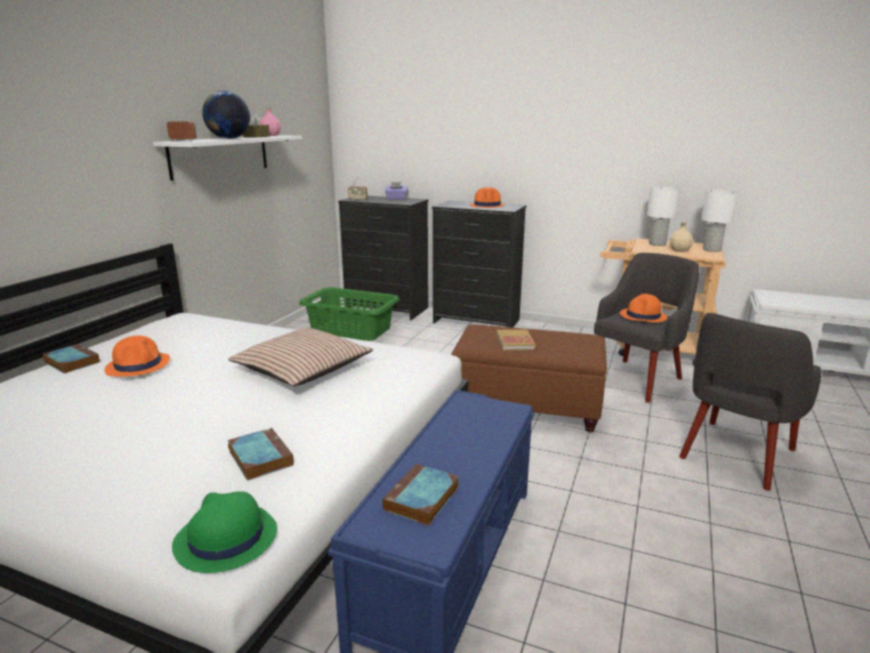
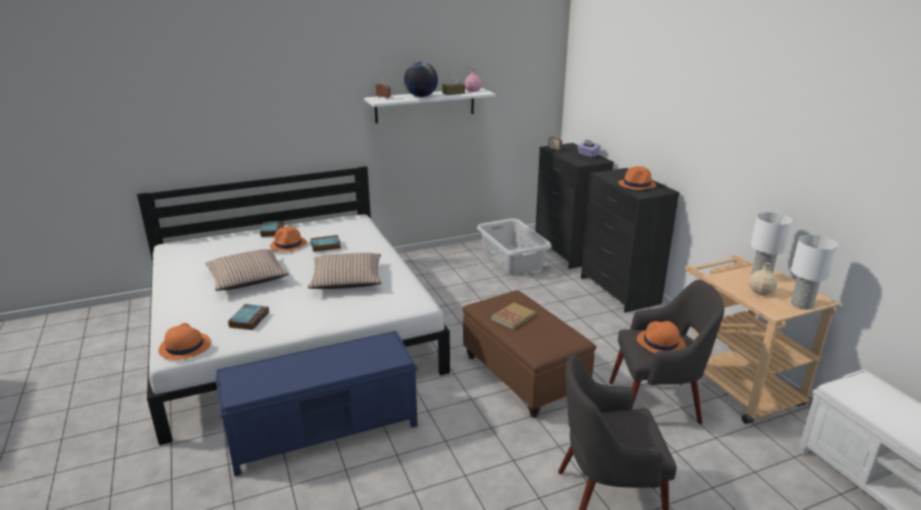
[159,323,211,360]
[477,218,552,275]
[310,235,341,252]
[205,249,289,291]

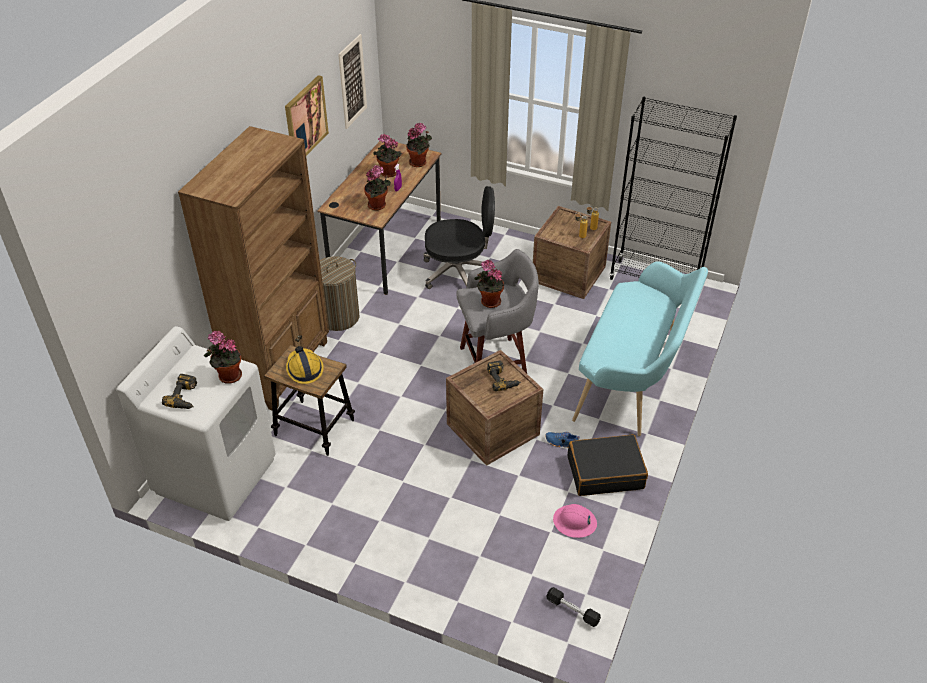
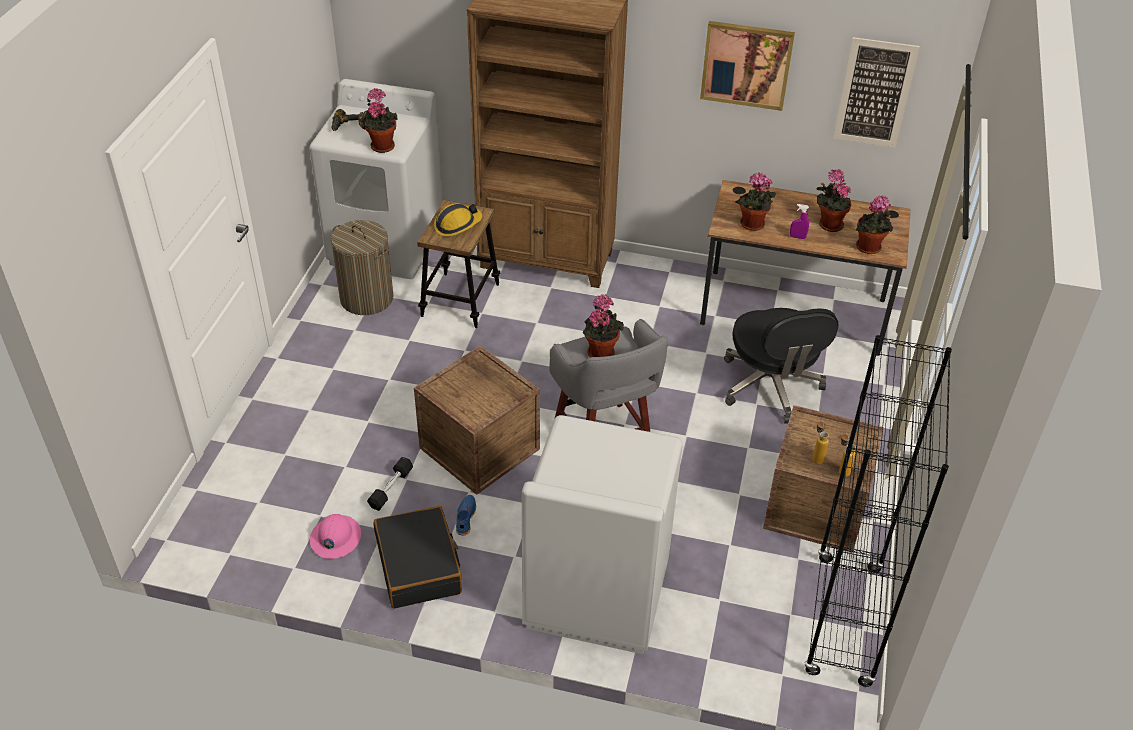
[331,220,393,315]
[487,361,521,391] (first image)
[367,457,413,511]
[522,415,683,654]

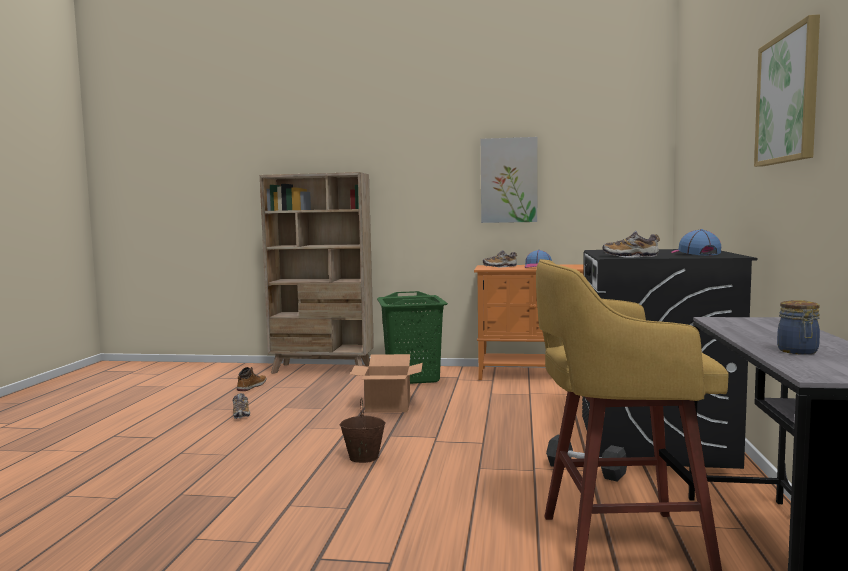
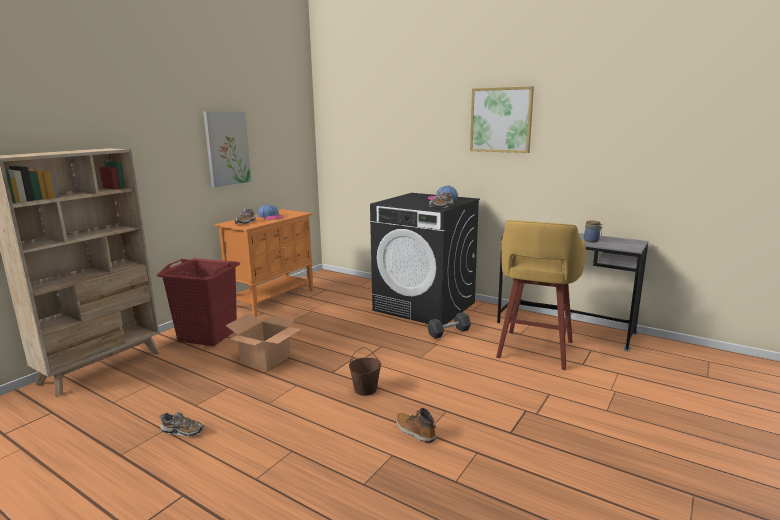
[396,408,436,443]
[156,258,240,346]

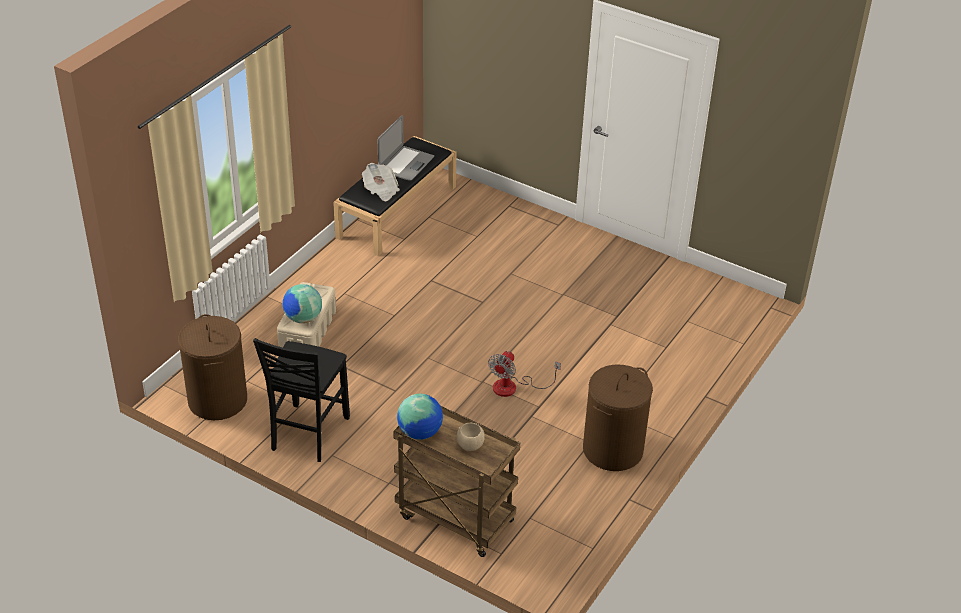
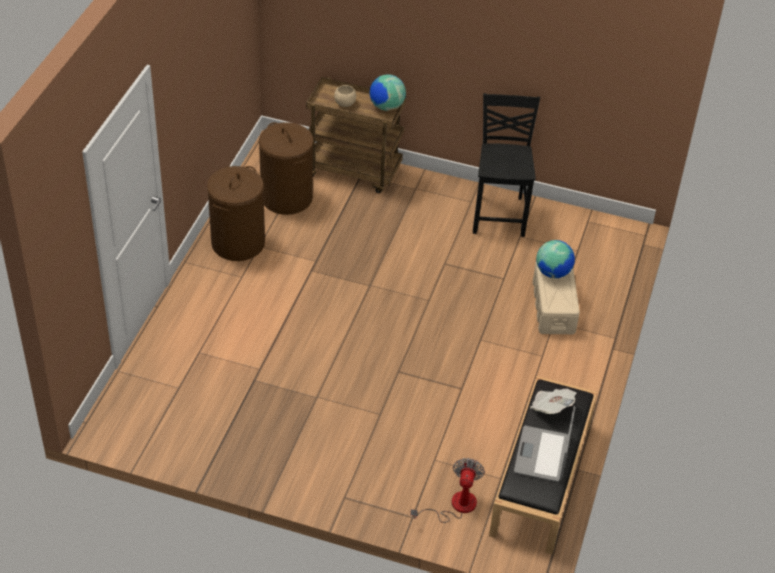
[259,122,313,215]
[410,458,485,523]

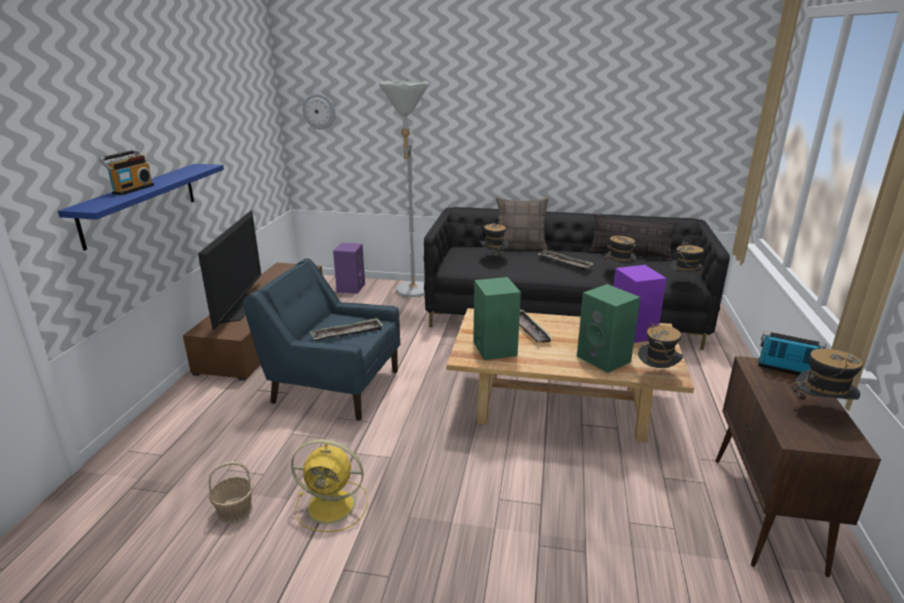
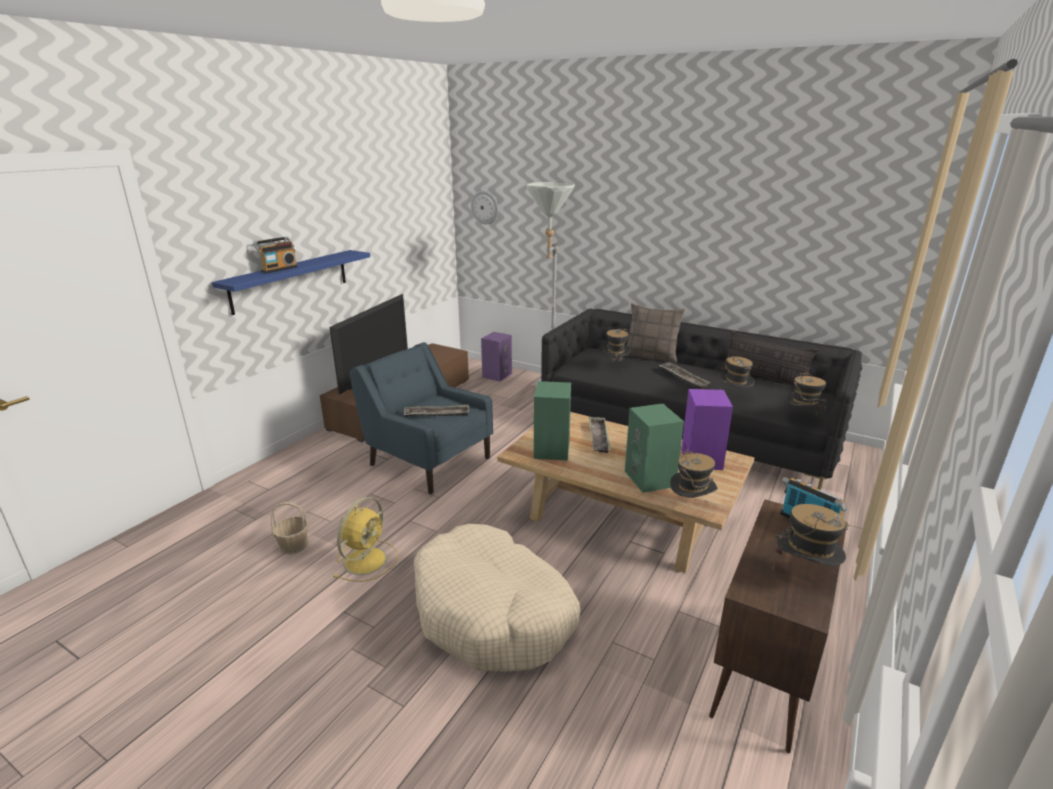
[334,497,398,582]
[414,524,581,672]

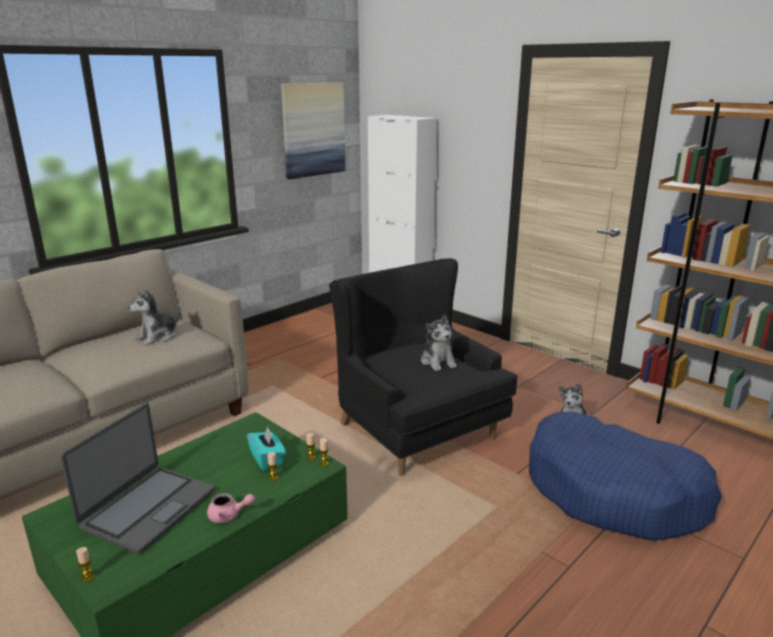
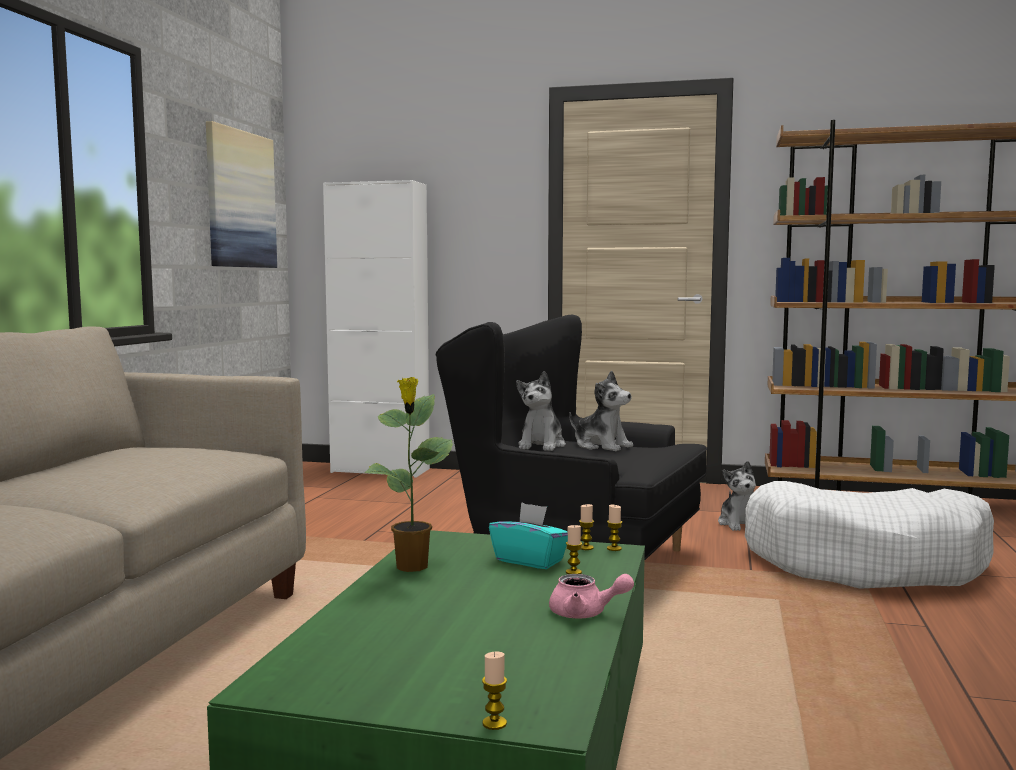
[61,403,215,554] (first image)
[516,371,566,451]
[549,574,634,619]
[745,481,994,589]
[364,377,453,572]

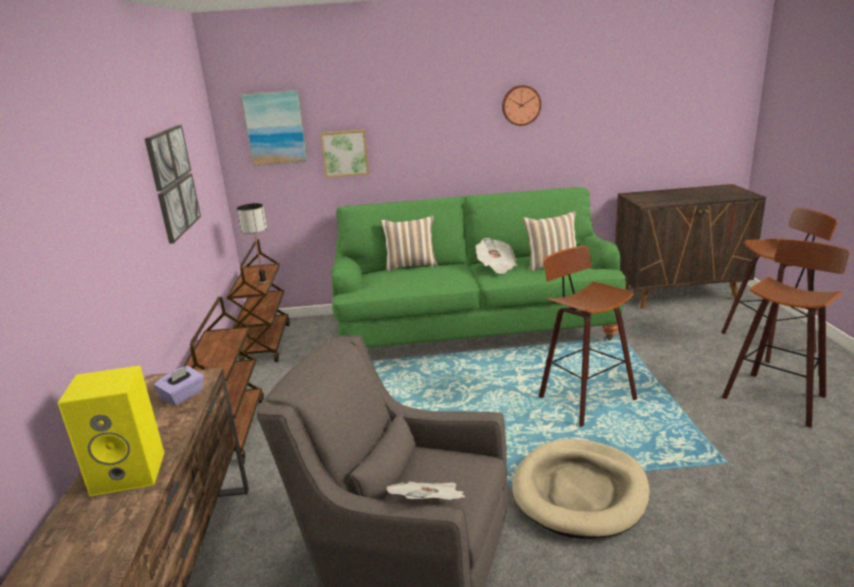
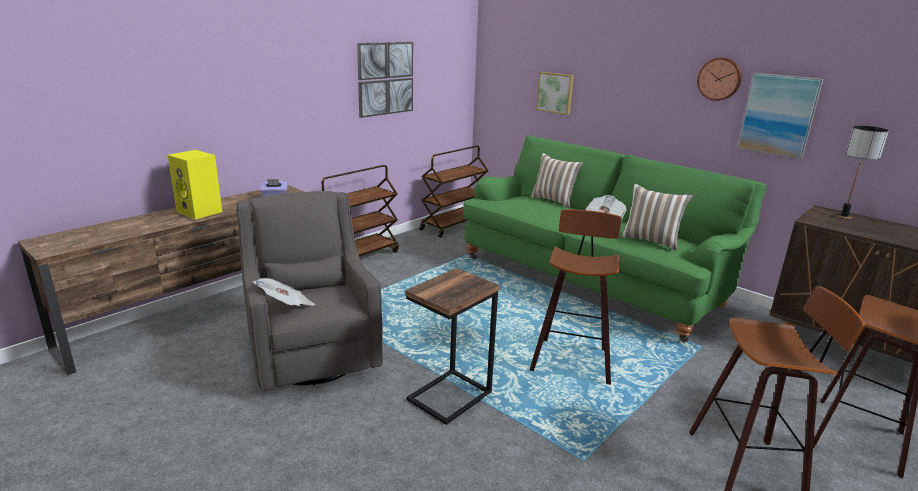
[837,126,889,219]
[737,73,824,159]
[405,268,500,425]

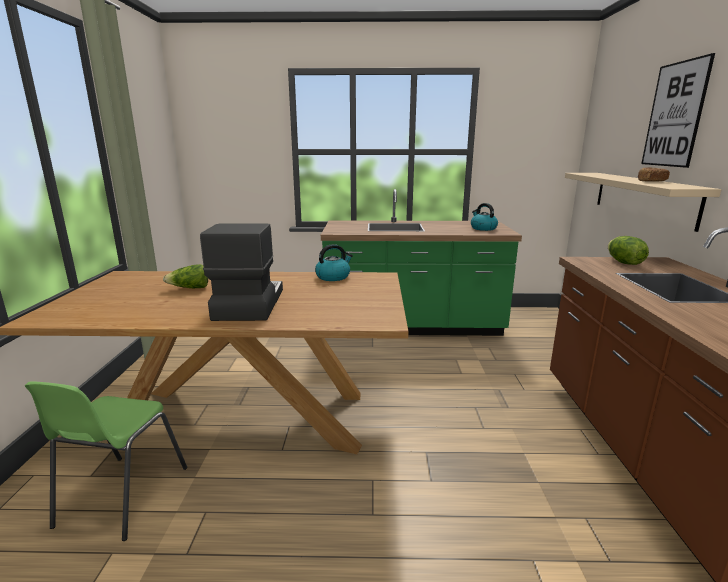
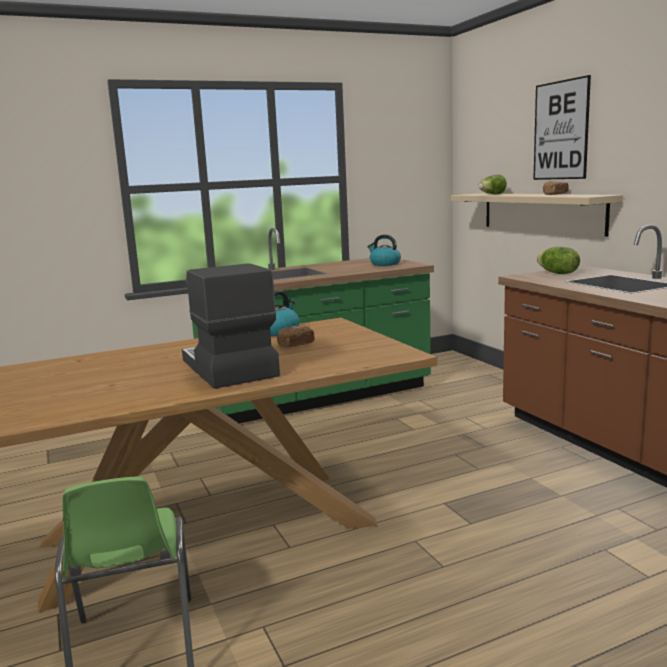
[478,175,507,194]
[277,326,315,347]

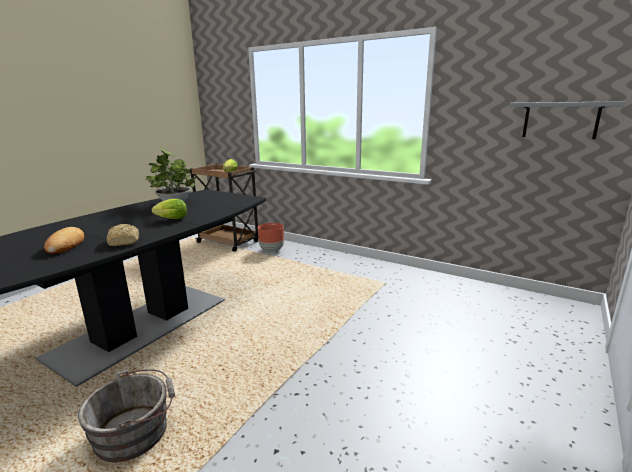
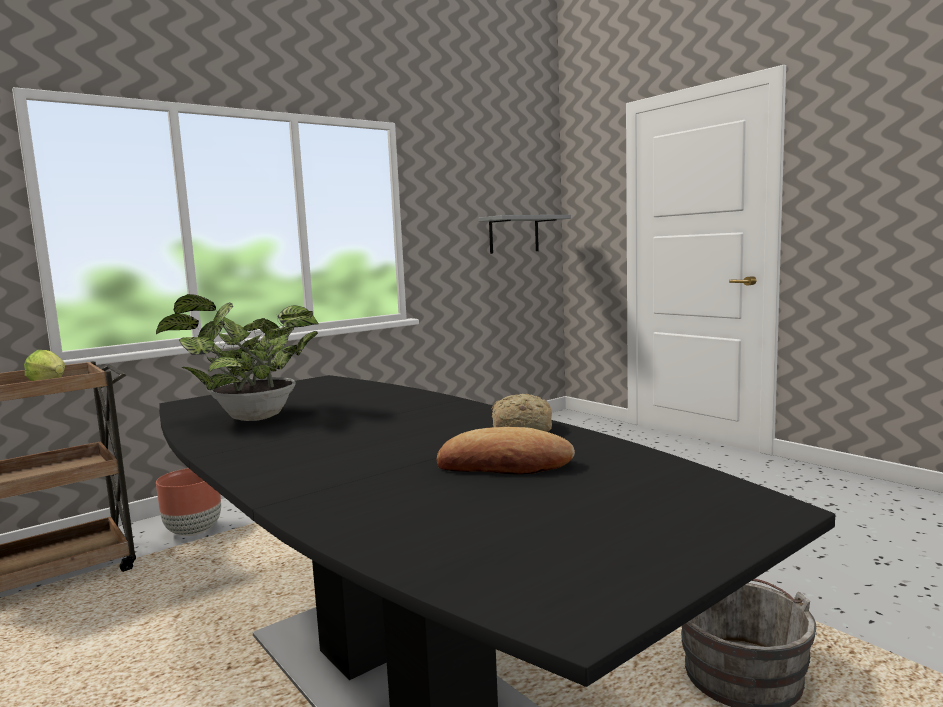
[152,199,187,219] (first image)

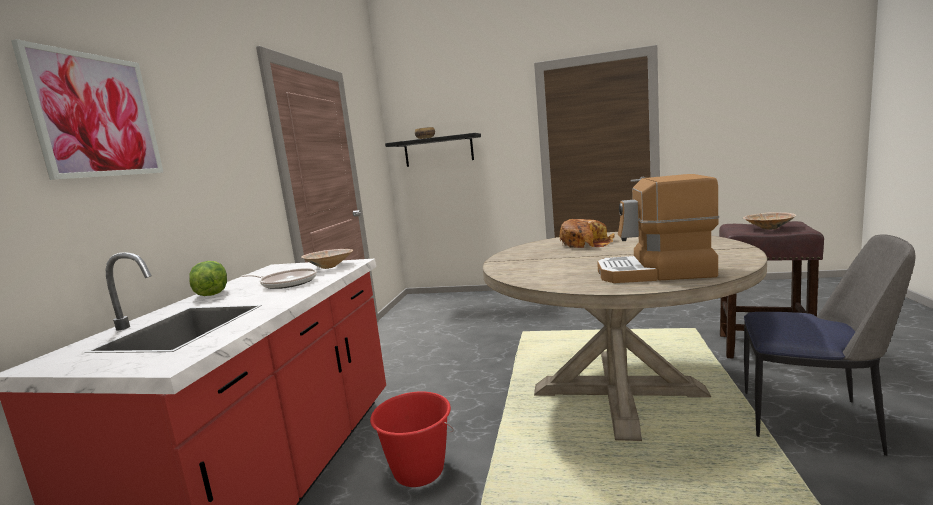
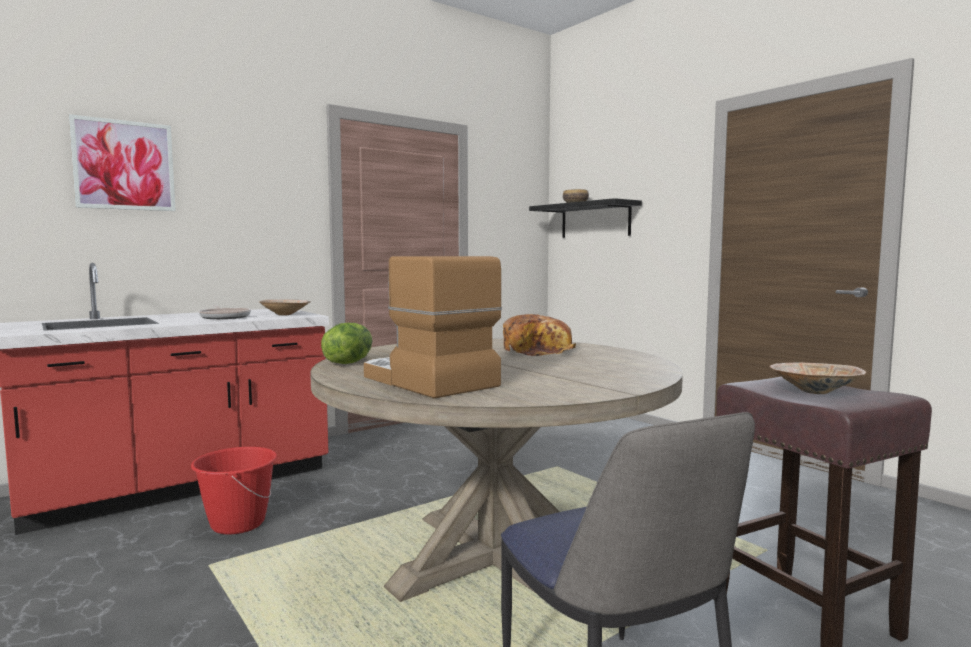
[321,323,372,364]

